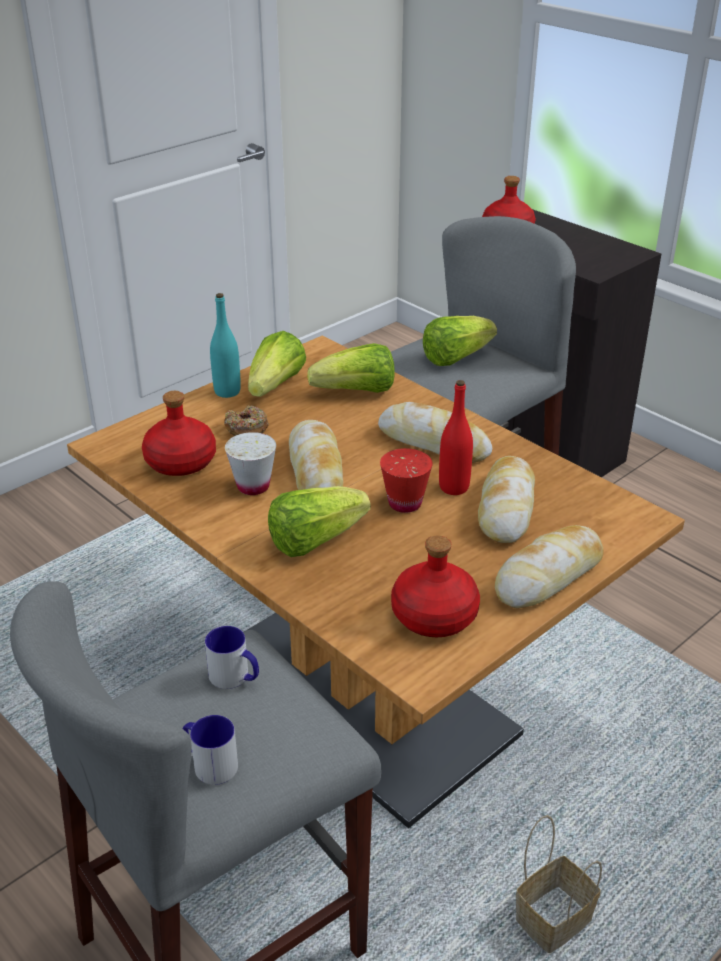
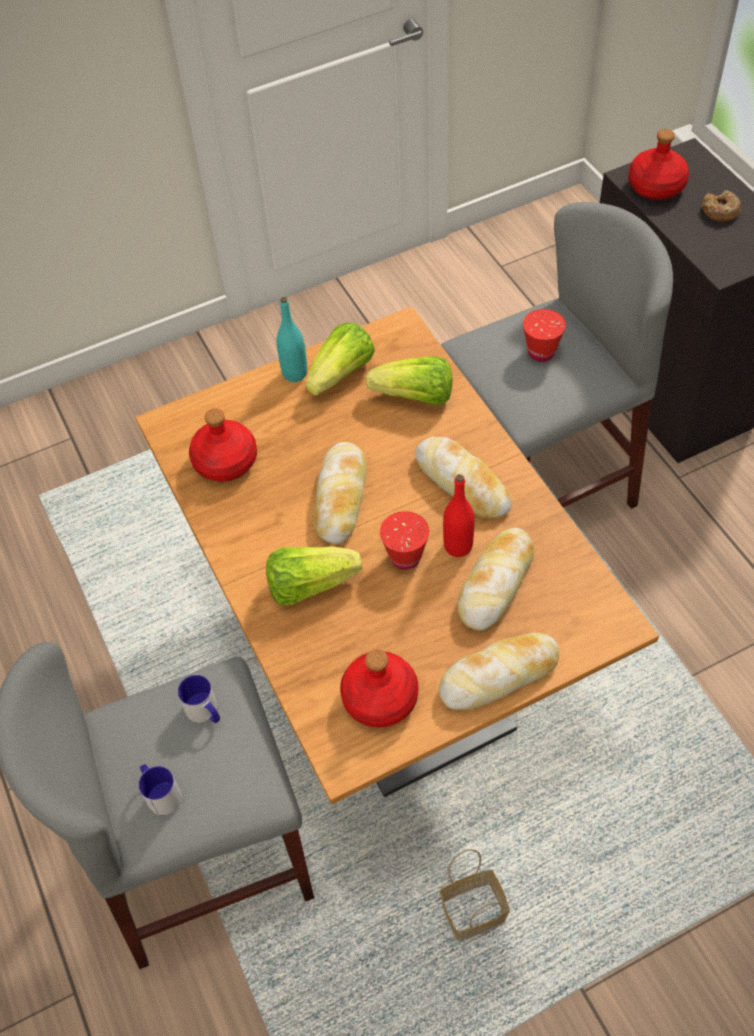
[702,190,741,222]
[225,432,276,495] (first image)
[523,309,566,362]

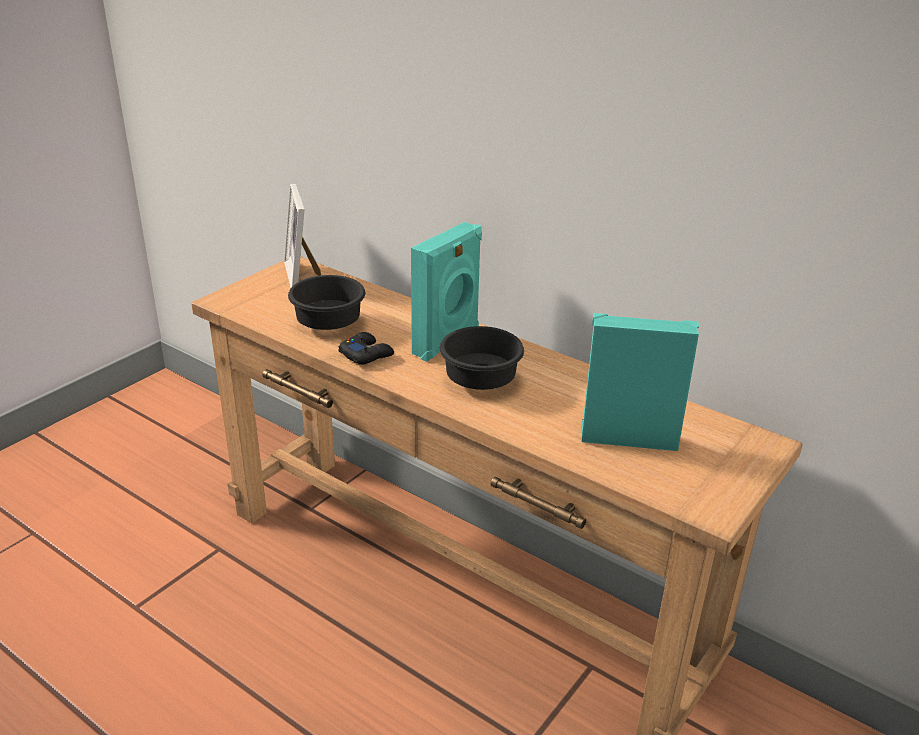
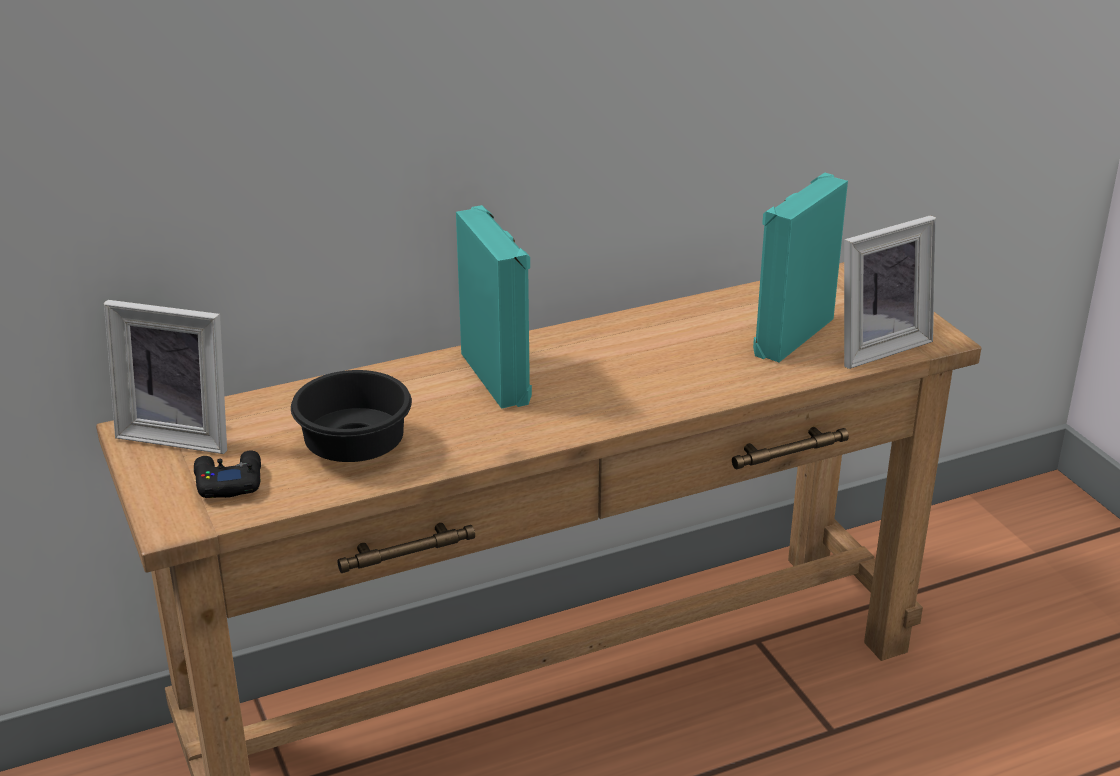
[194,450,261,498]
[440,326,524,390] (first image)
[844,215,936,369]

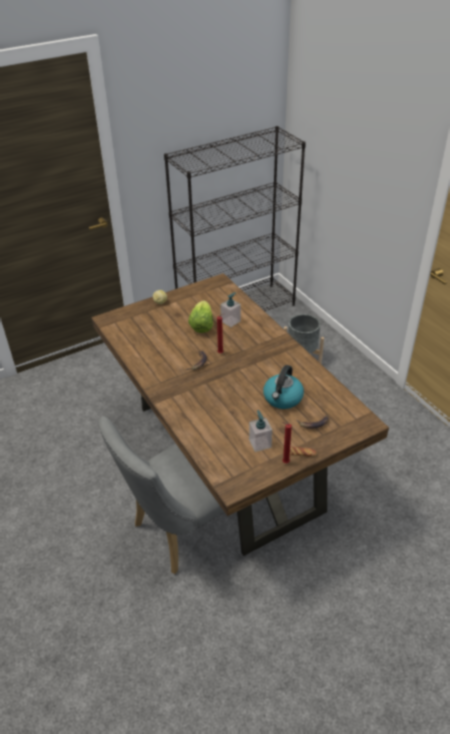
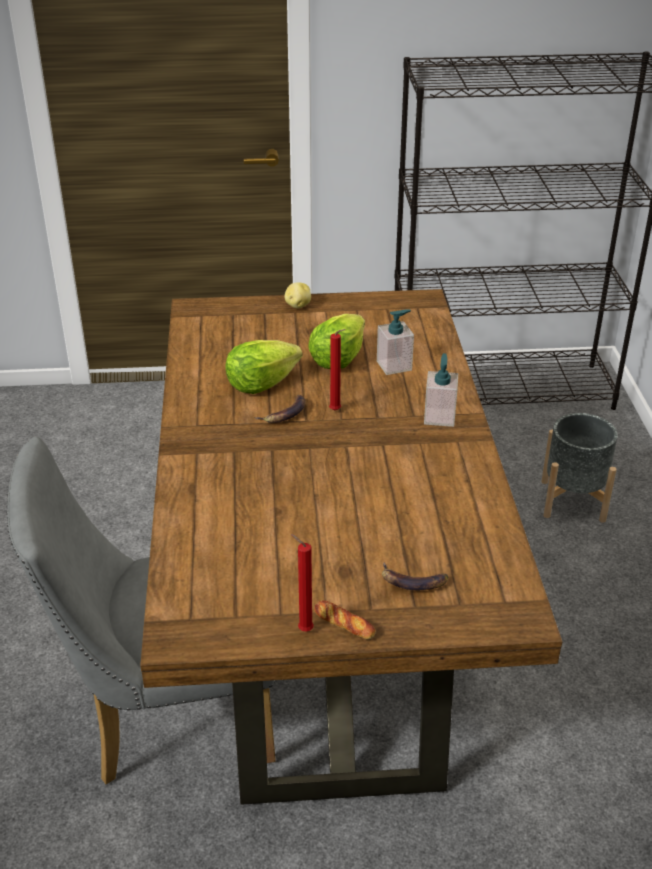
[424,353,458,427]
[263,365,304,409] (first image)
[225,340,302,394]

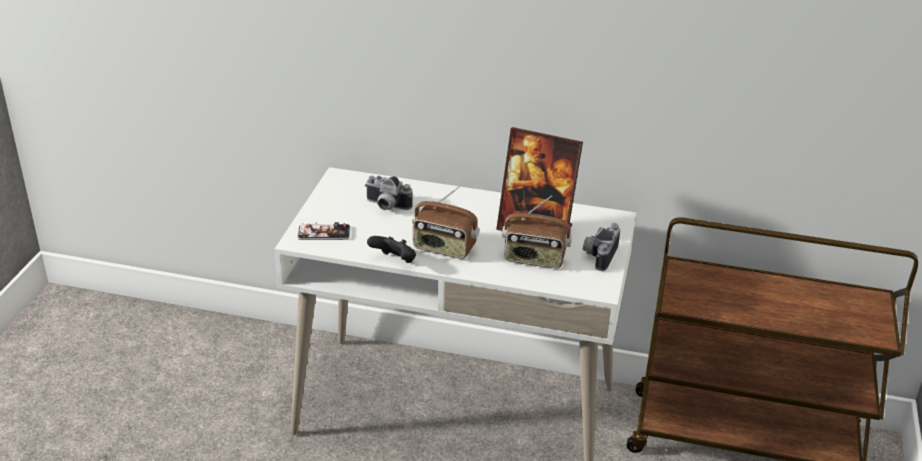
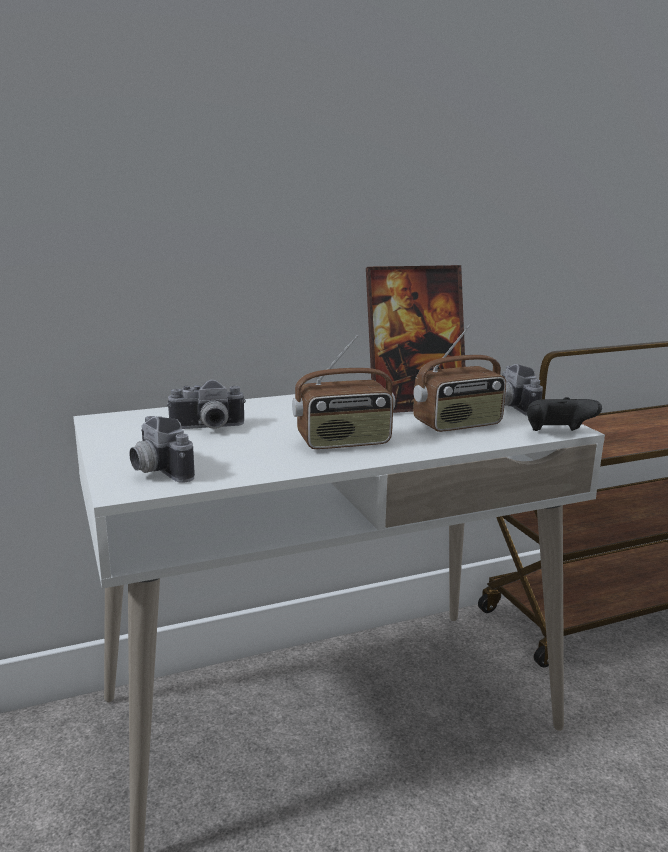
[129,416,195,483]
[527,397,602,431]

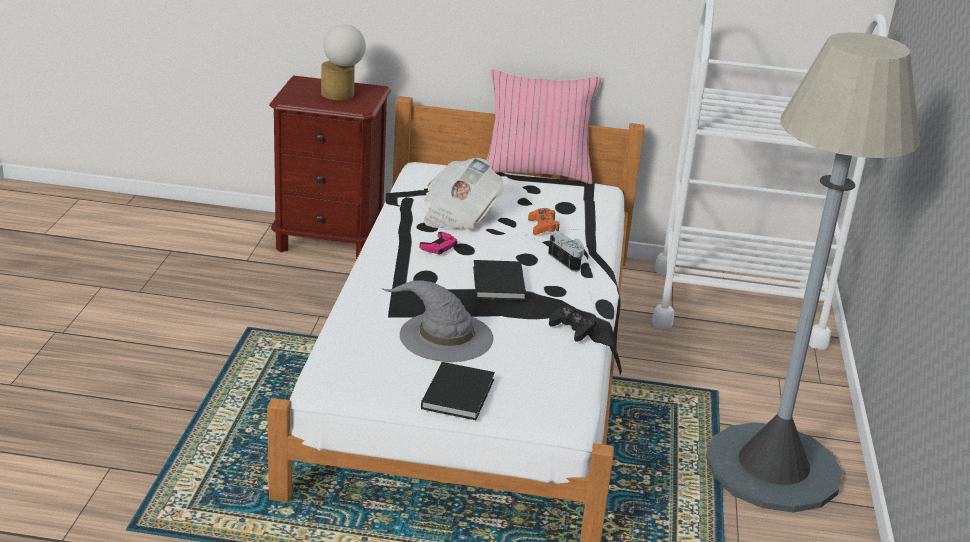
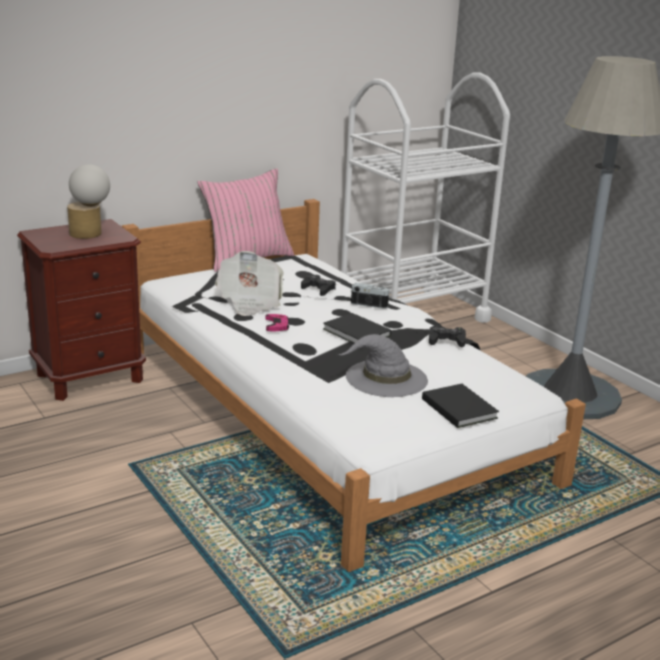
[301,275,336,296]

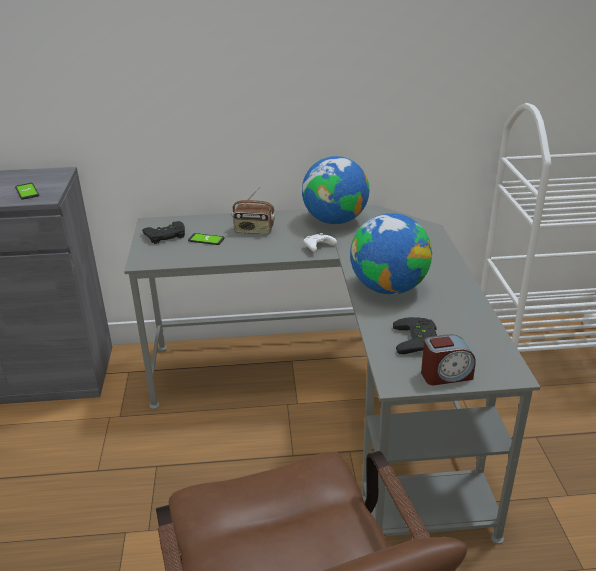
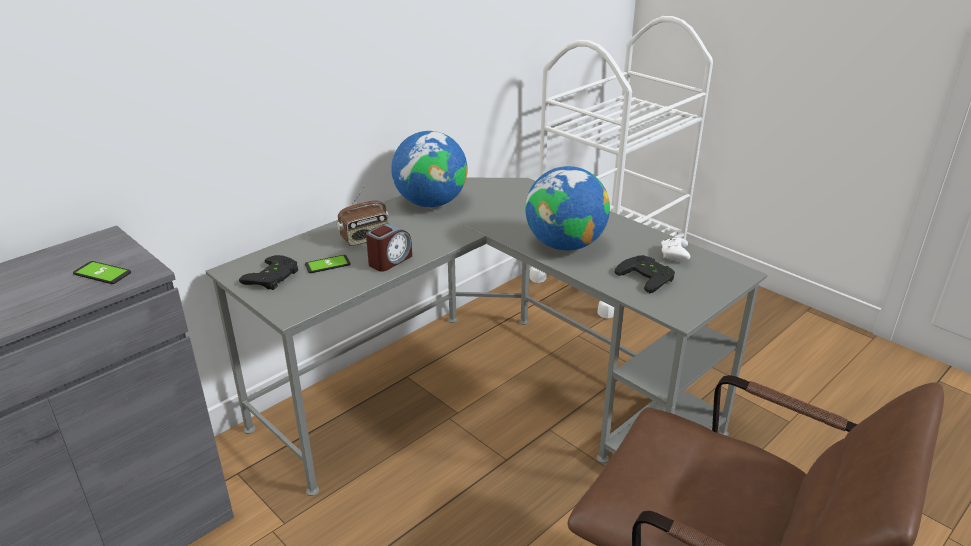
[661,237,690,260]
[366,224,412,272]

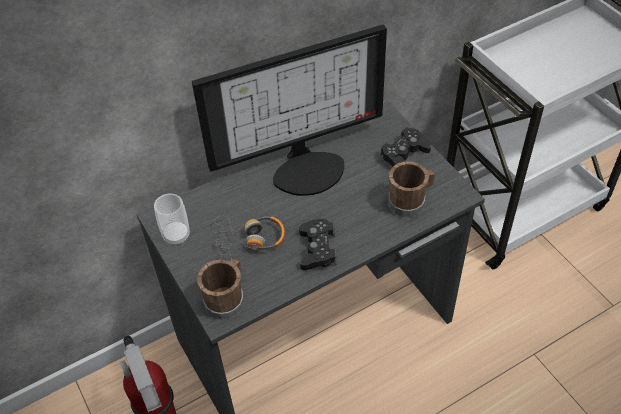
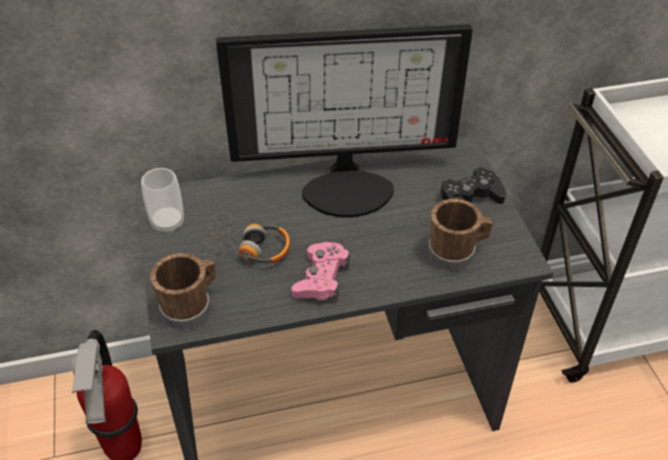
[291,242,350,302]

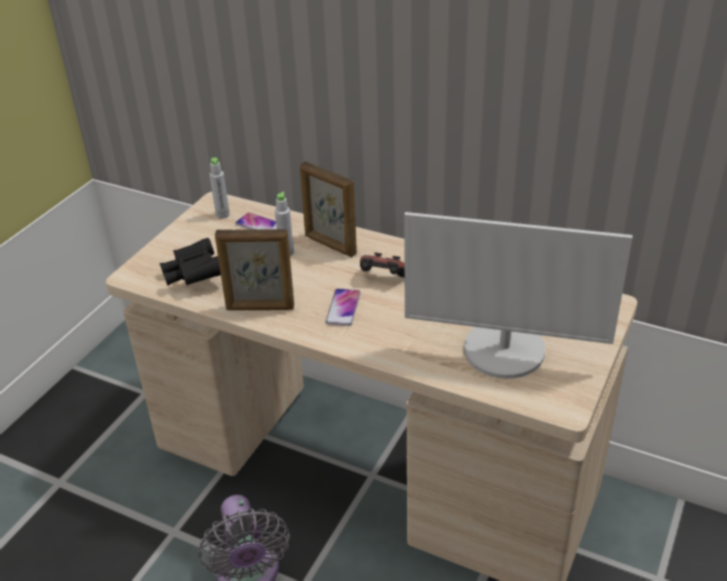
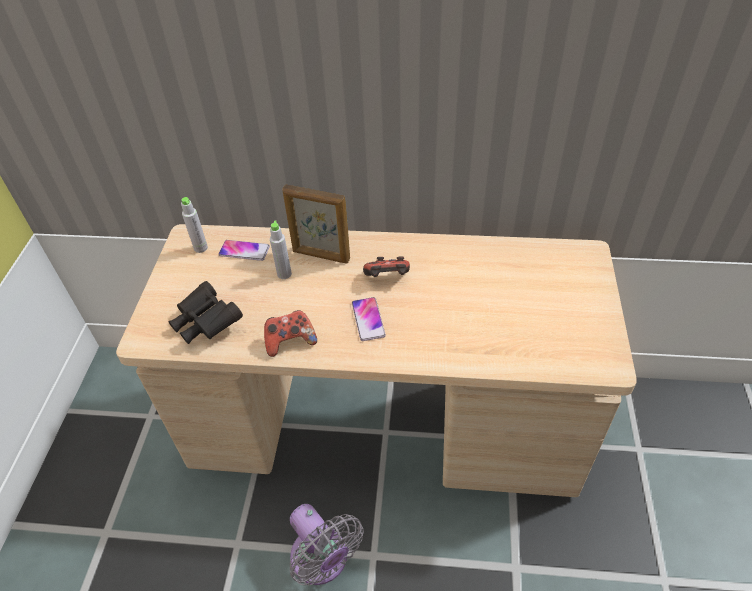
[264,310,317,357]
[404,212,633,379] (first image)

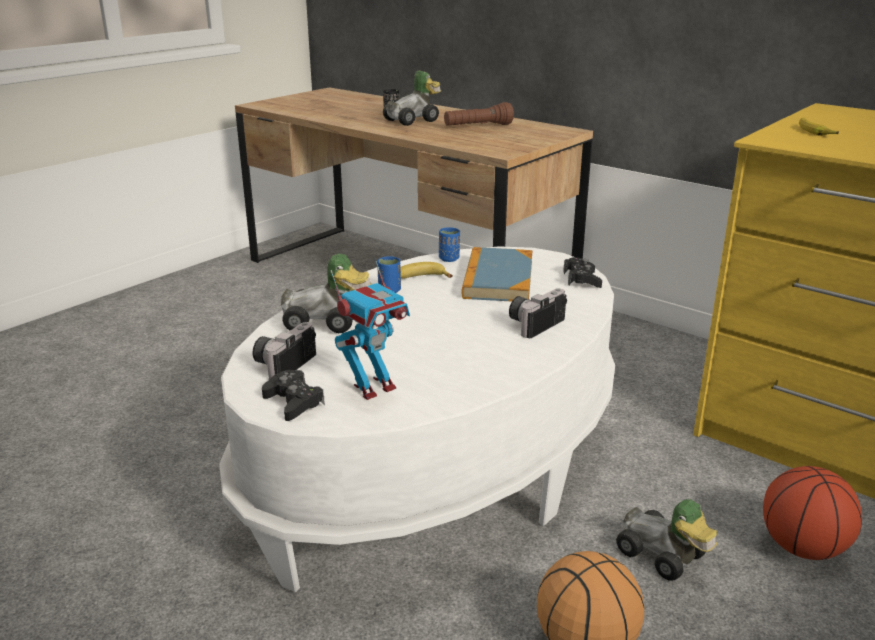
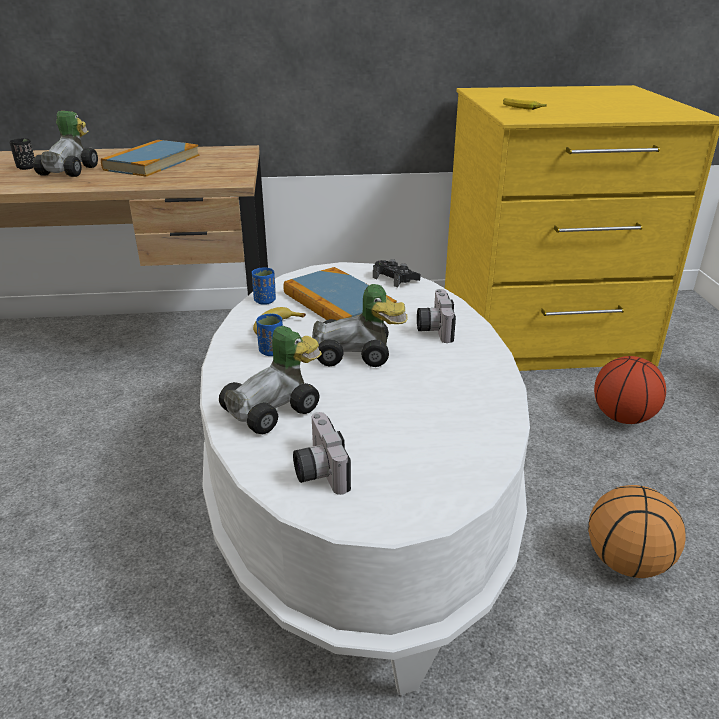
[262,370,325,421] (first image)
[331,258,410,400] (first image)
[101,140,199,177]
[312,284,408,367]

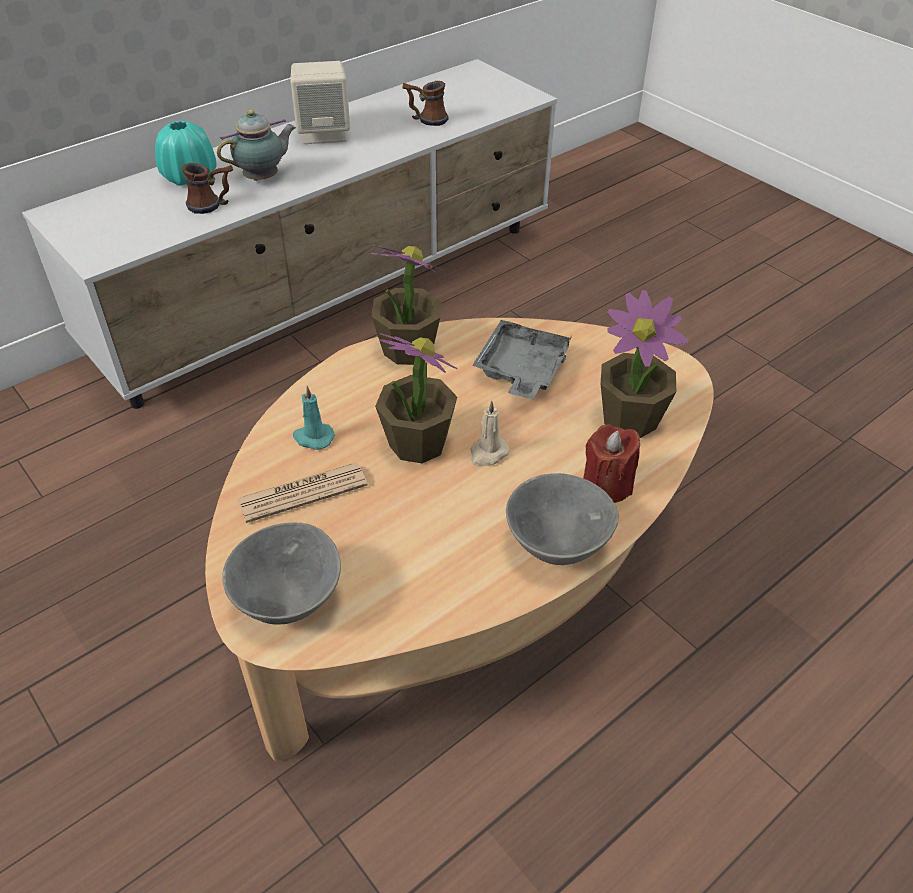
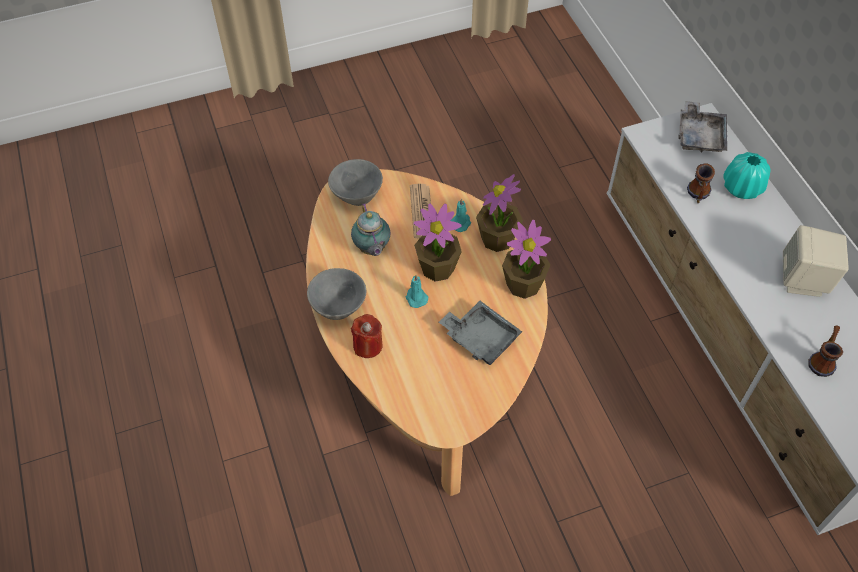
[351,203,390,256]
[406,275,428,308]
[476,174,523,252]
[678,101,727,152]

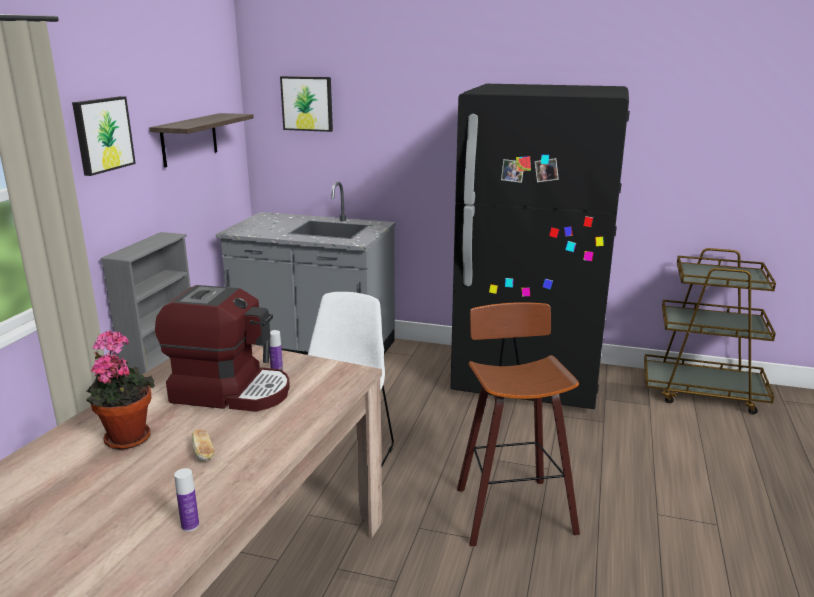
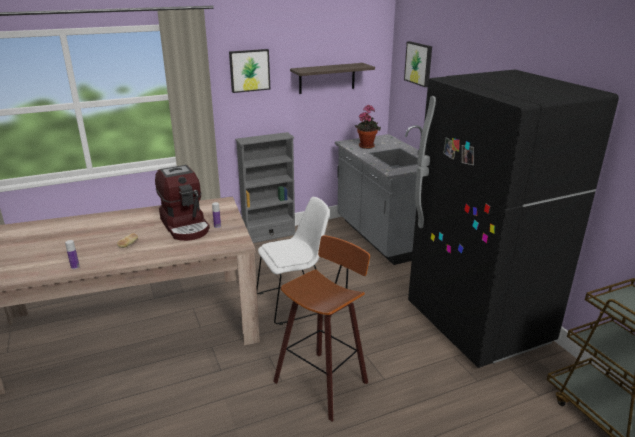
[355,105,381,149]

